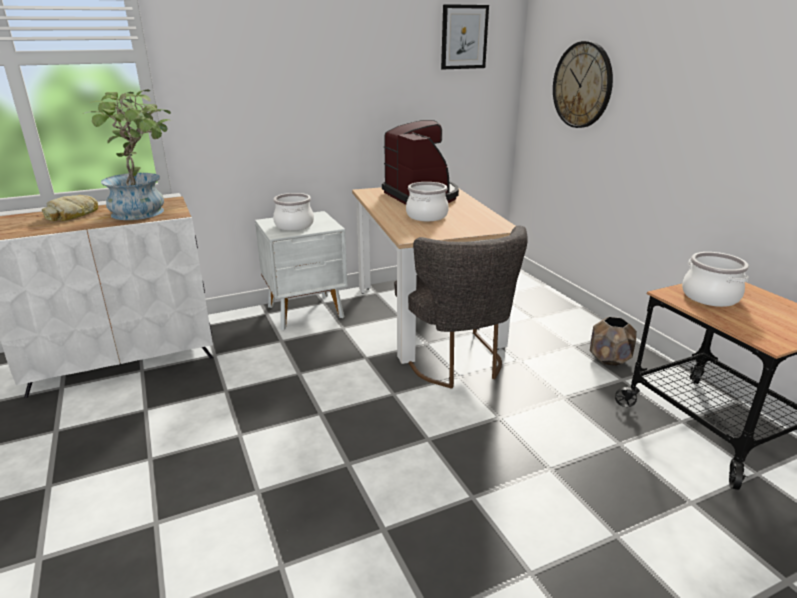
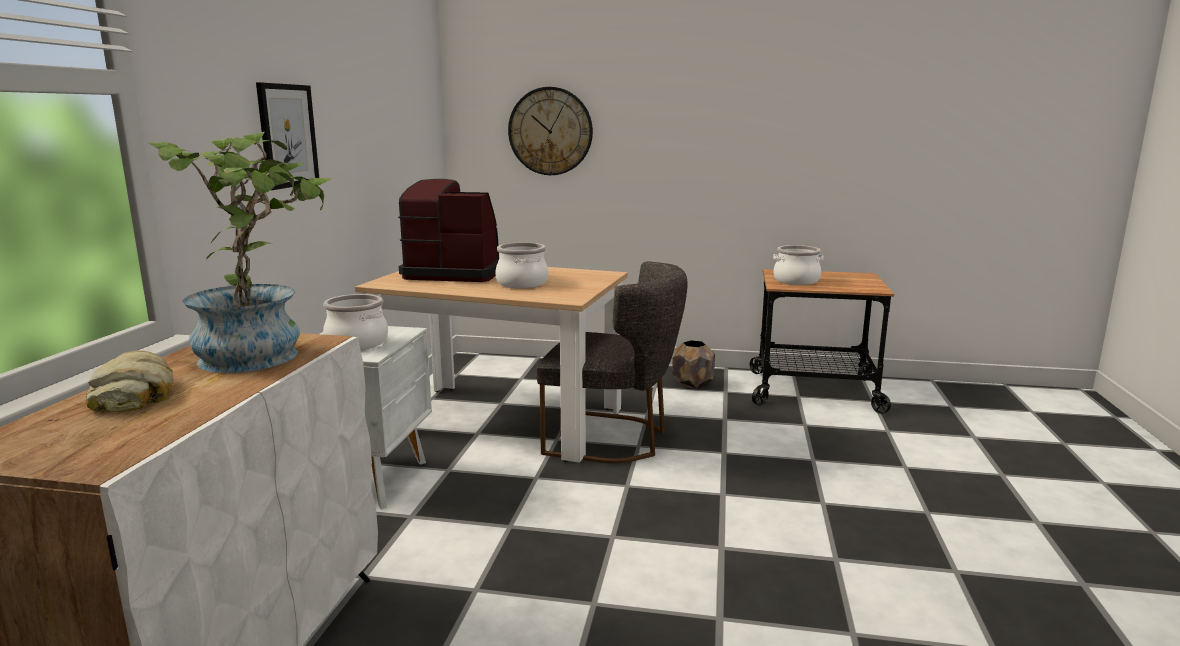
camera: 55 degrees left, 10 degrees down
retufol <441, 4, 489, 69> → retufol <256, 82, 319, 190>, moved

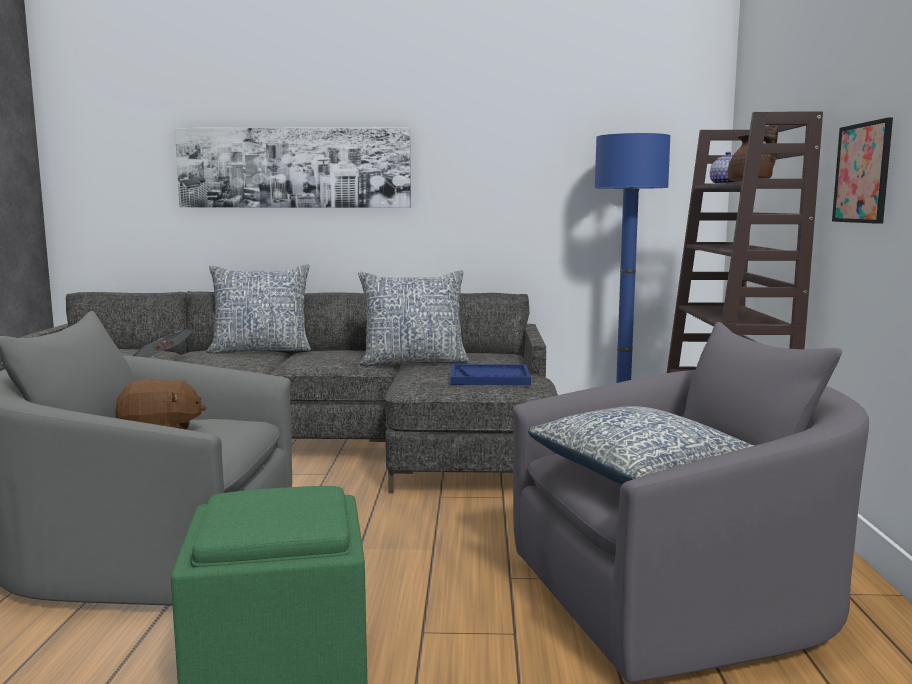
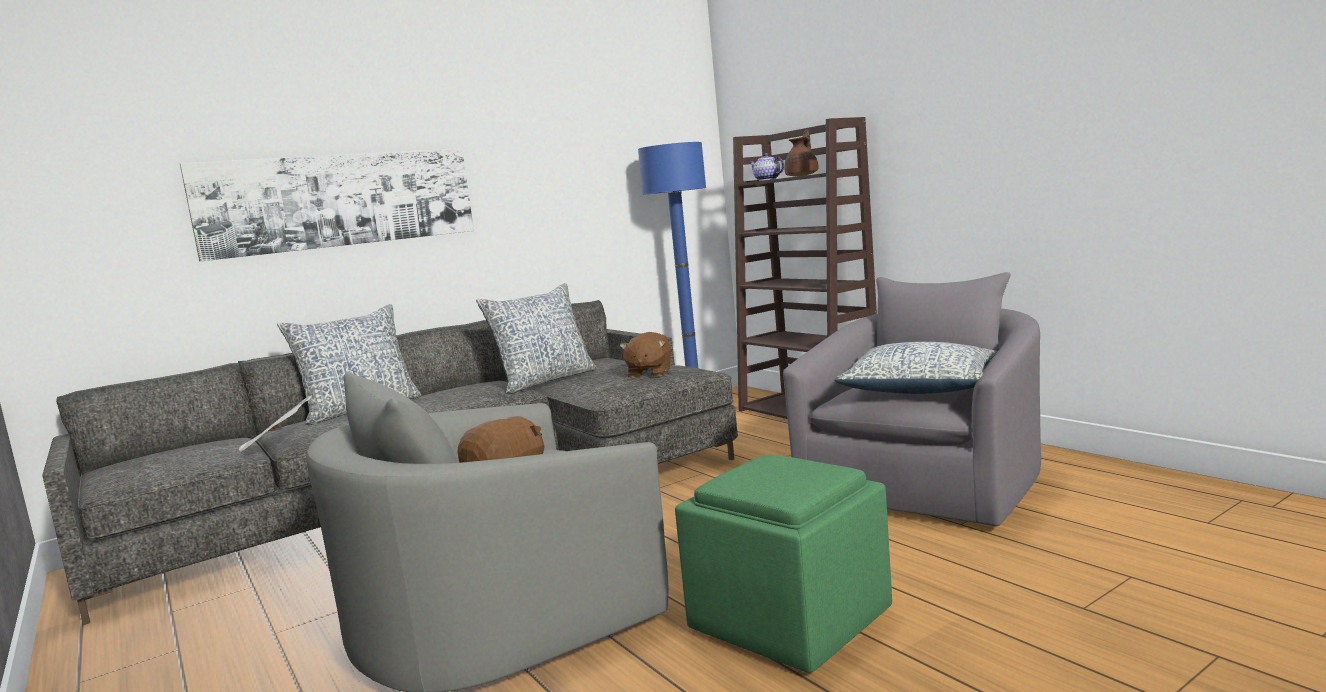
camera: 35 degrees left, 0 degrees up
retufol <832, 117, 893, 224> → -
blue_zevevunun <451, 364, 531, 385> → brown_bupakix <620, 332, 671, 378>

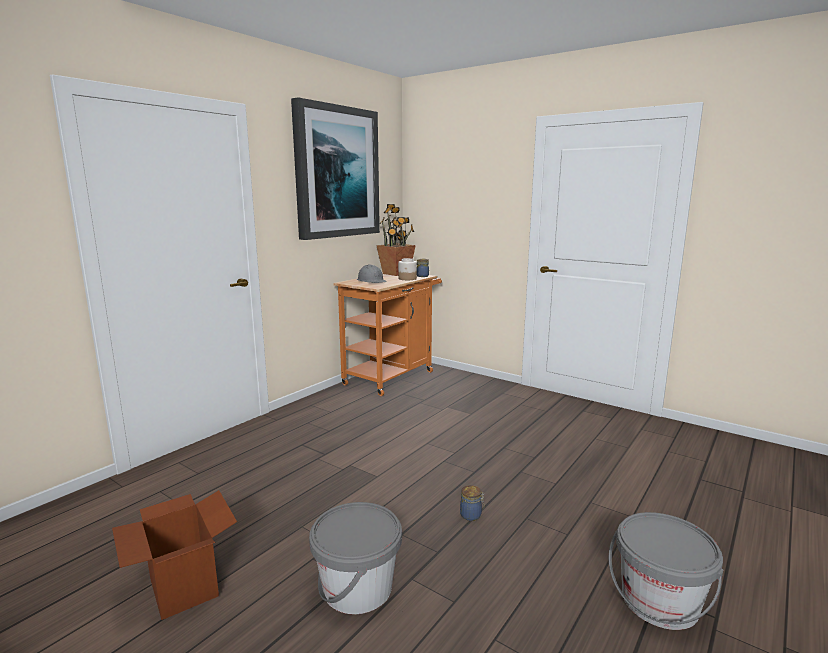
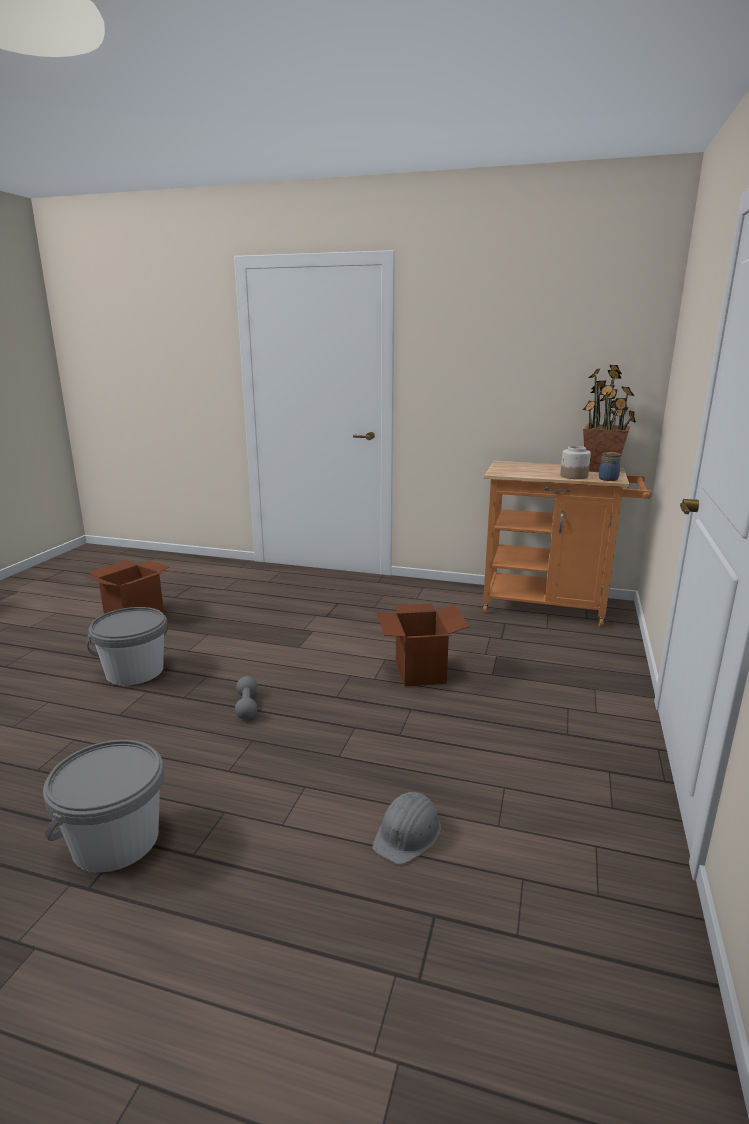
camera: 70 degrees right, 5 degrees up
retufol <291, 97, 380, 240> → -
- → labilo <376, 604, 469, 687>
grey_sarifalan <357, 265, 387, 283> → grey_sarifalan <373, 792, 441, 864>, moved
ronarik <460, 485, 484, 521> → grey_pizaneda <235, 676, 257, 720>

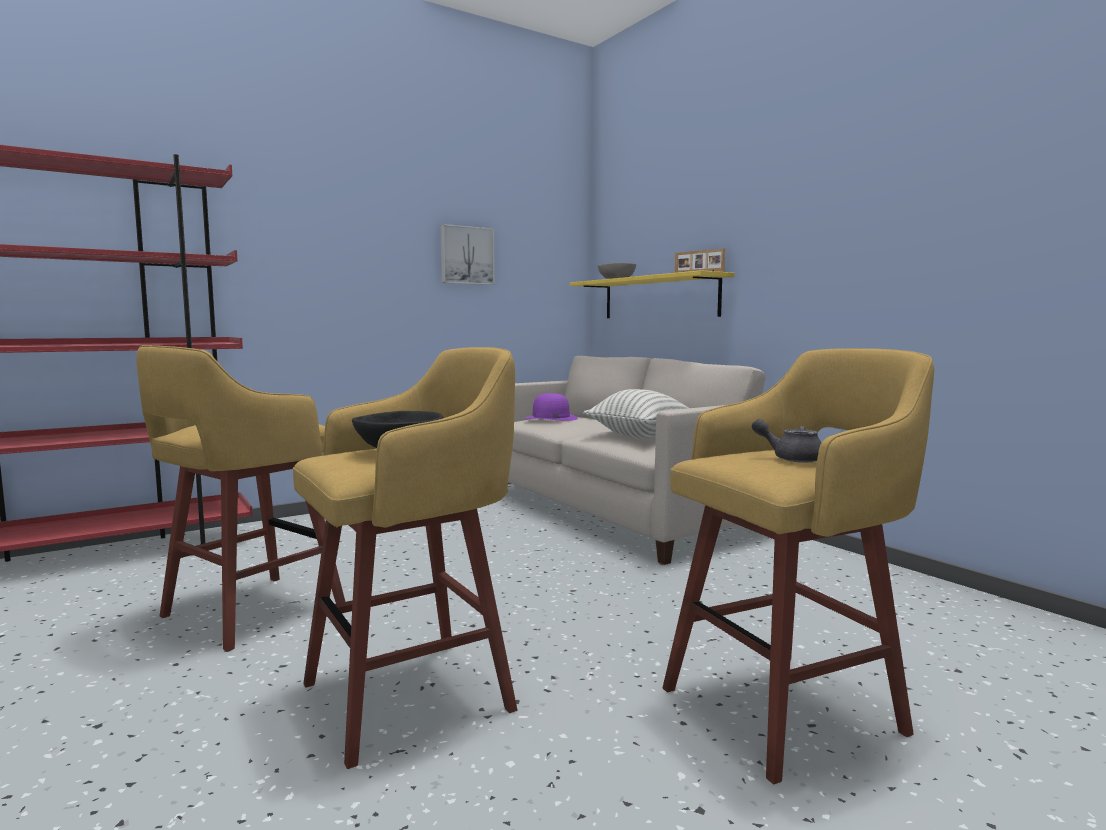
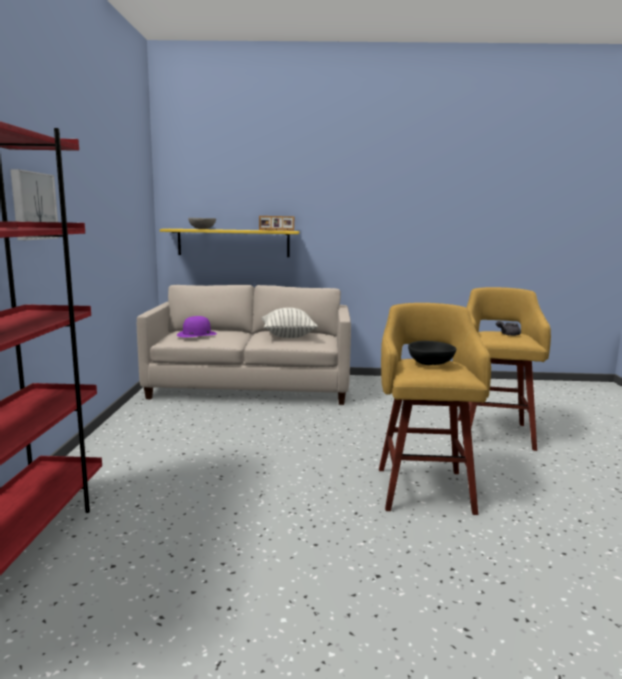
camera: 55 degrees left, 5 degrees up
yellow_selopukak <136, 345, 345, 652> → -
retufol <440, 224, 495, 285> → retufol <10, 169, 59, 240>, moved

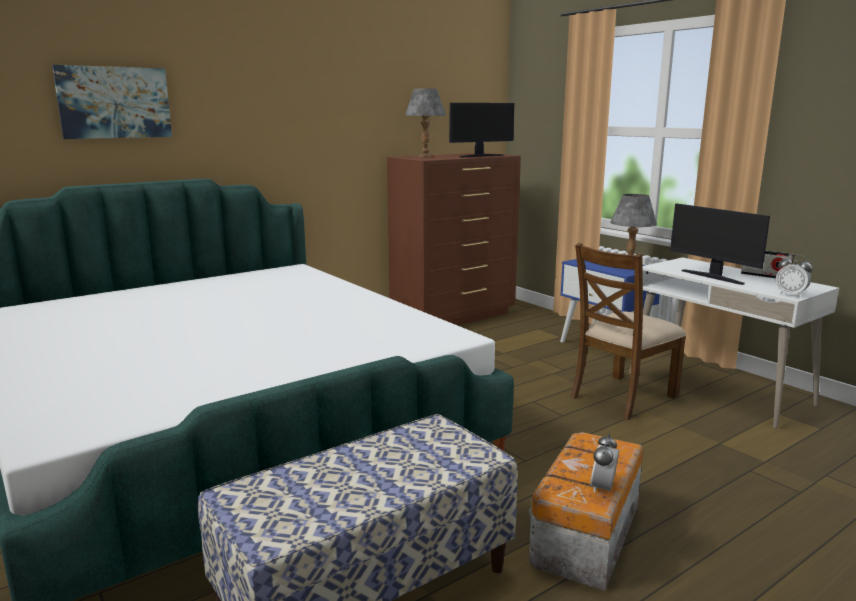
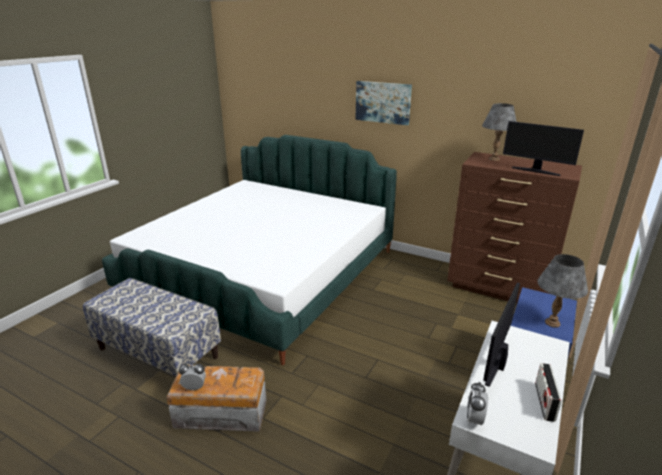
camera: 65 degrees right, 10 degrees up
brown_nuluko <570, 243, 686, 420> → -
retufol <52, 65, 172, 139> → retufol <355, 81, 412, 125>, moved

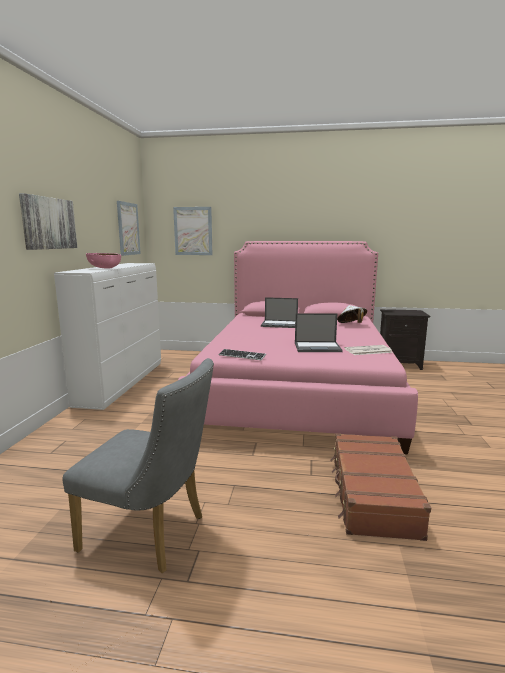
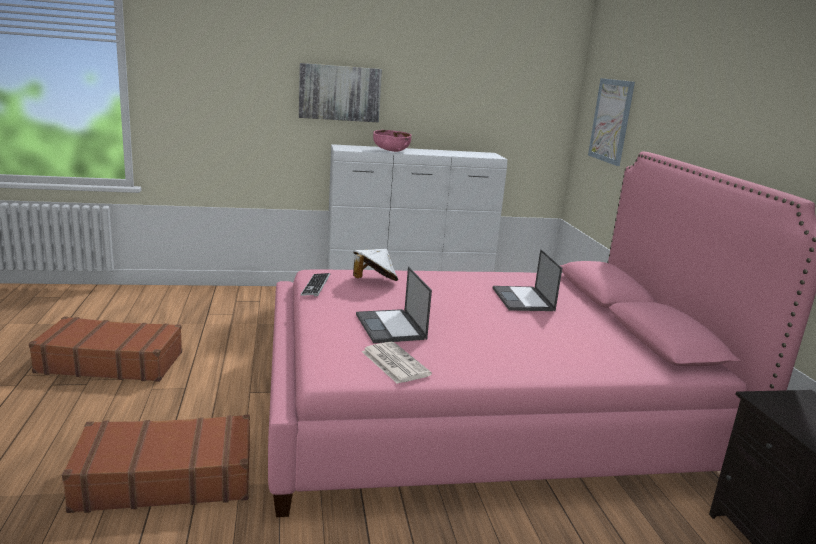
camera: 70 degrees right, 5 degrees up
retufol <117, 201, 141, 256> → -
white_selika <337, 305, 367, 323> → white_selika <353, 249, 398, 281>, moved
grey_nuluko <62, 358, 214, 573> → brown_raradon <29, 317, 182, 382>

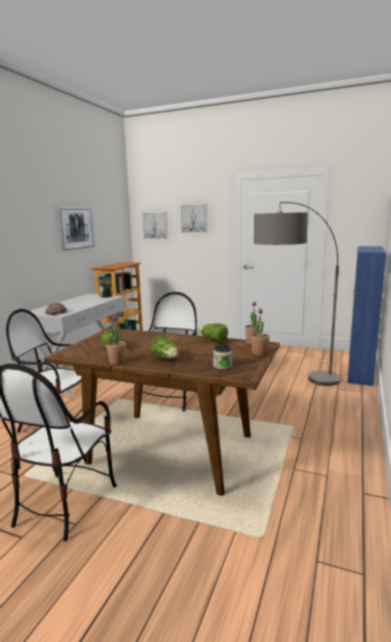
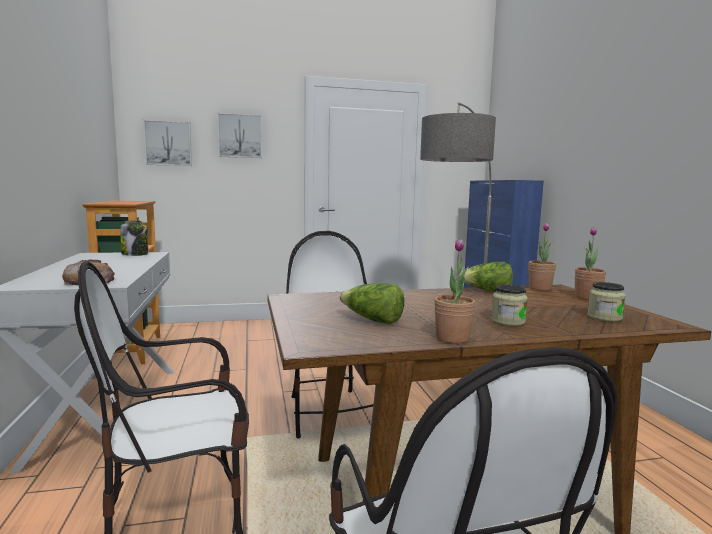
camera: 35 degrees left, 5 degrees down
retufol <57, 206, 95, 251> → -
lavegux <150, 336, 178, 359> → ronarik <491, 284, 528, 326>

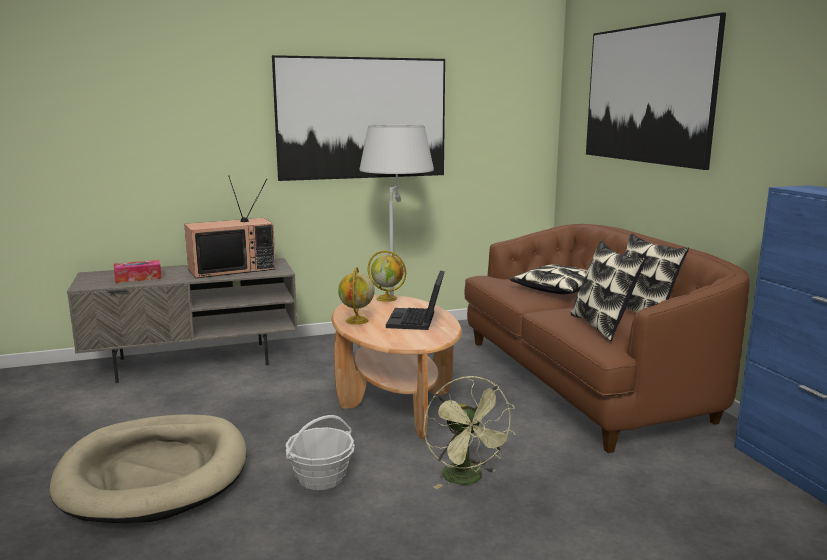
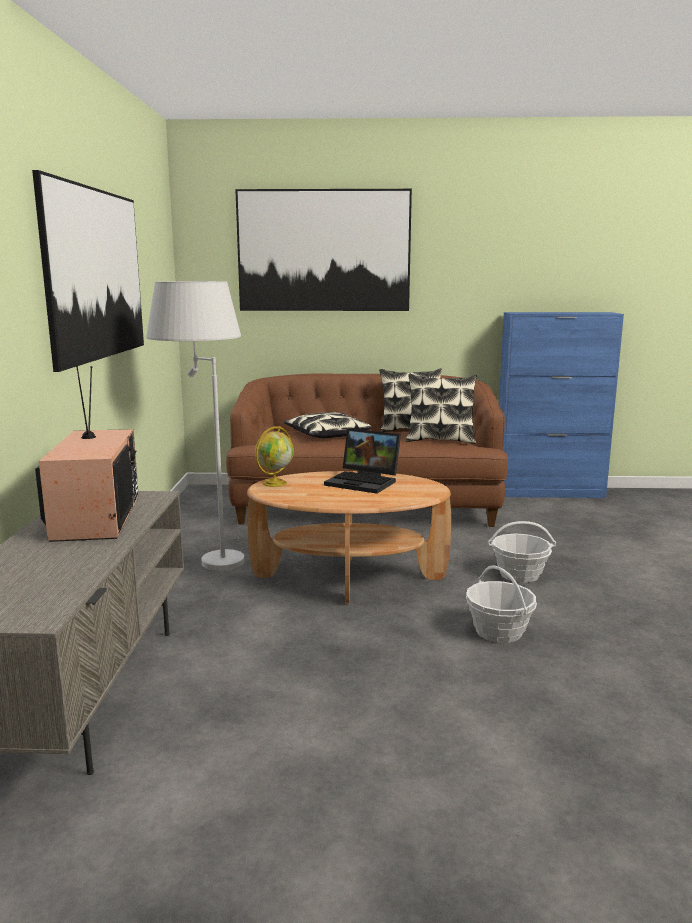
camera: 70 degrees left, 0 degrees up
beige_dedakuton <49, 414, 247, 523> → -
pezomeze <114, 260, 162, 283> → -
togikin <338, 267, 375, 325> → -
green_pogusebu <423, 376, 515, 489> → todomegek <488, 521, 556, 583>

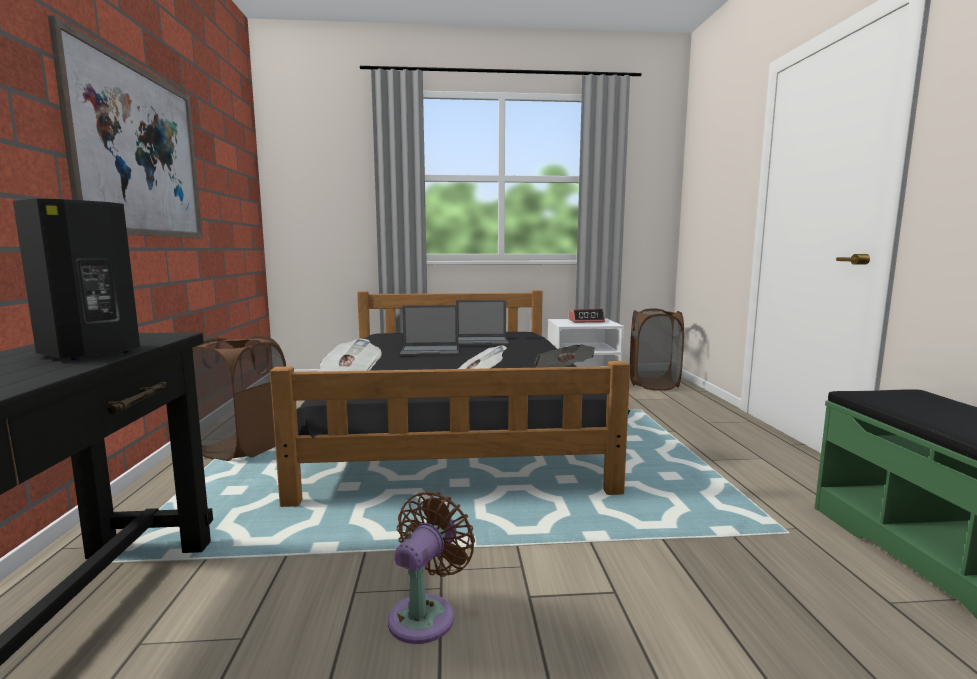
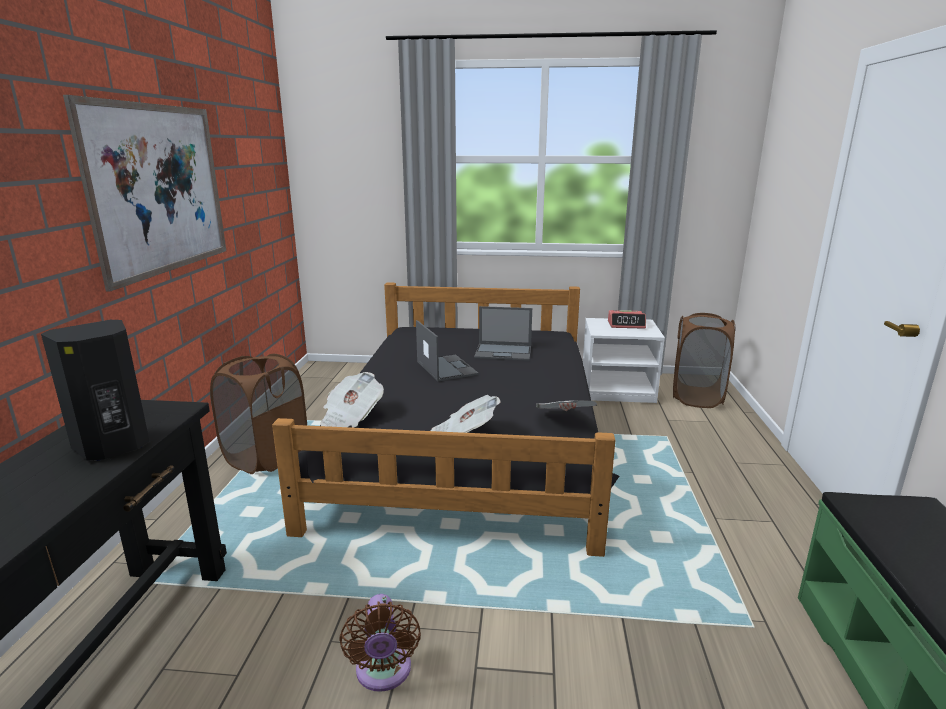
camera: 10 degrees right, 10 degrees up
brown_pogusebu <388, 491, 475, 644> → brown_pogusebu <339, 594, 421, 692>, 135 degrees clockwise
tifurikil <400, 305, 459, 356> → tifurikil <416, 320, 479, 382>, 120 degrees counterclockwise

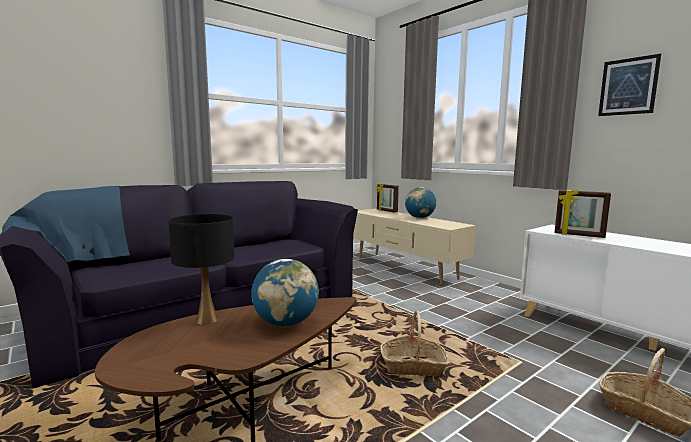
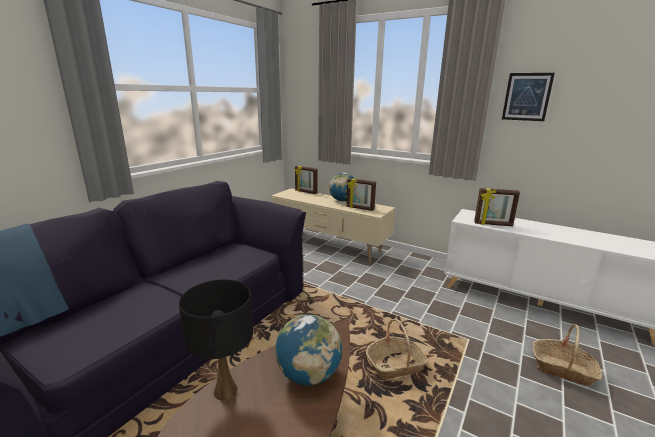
camera: 20 degrees left, 10 degrees up
- → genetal <346, 178, 376, 211>

